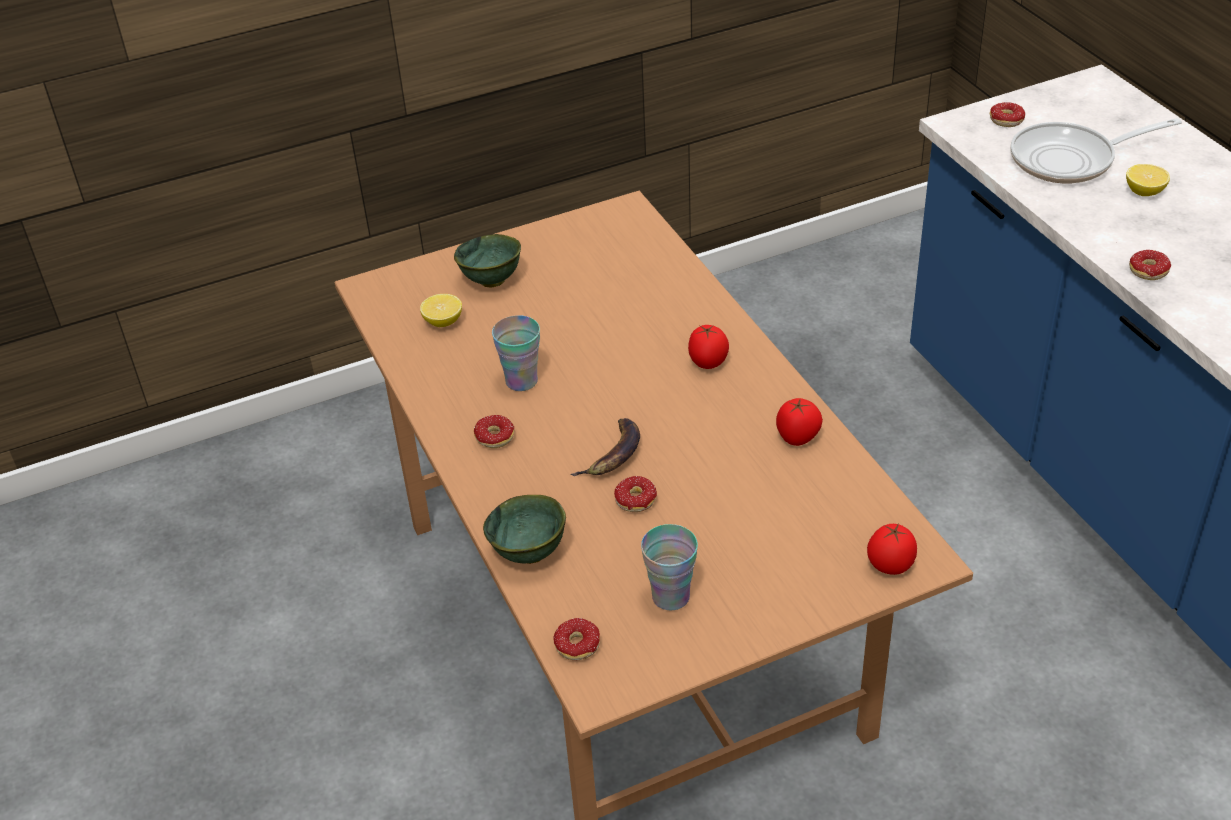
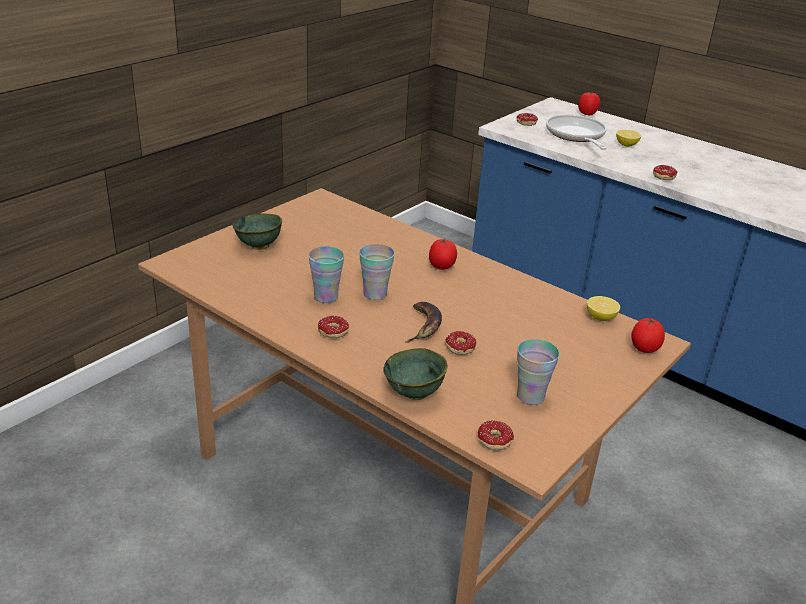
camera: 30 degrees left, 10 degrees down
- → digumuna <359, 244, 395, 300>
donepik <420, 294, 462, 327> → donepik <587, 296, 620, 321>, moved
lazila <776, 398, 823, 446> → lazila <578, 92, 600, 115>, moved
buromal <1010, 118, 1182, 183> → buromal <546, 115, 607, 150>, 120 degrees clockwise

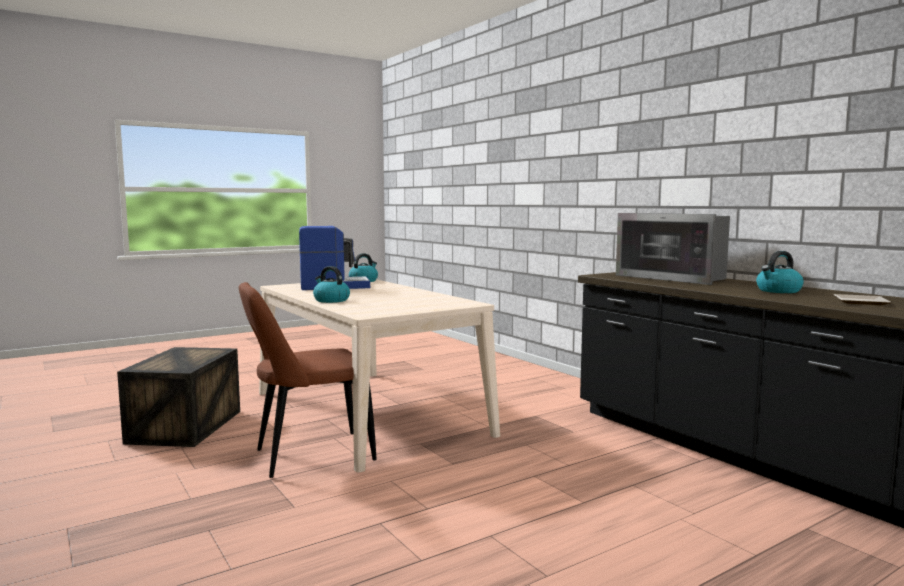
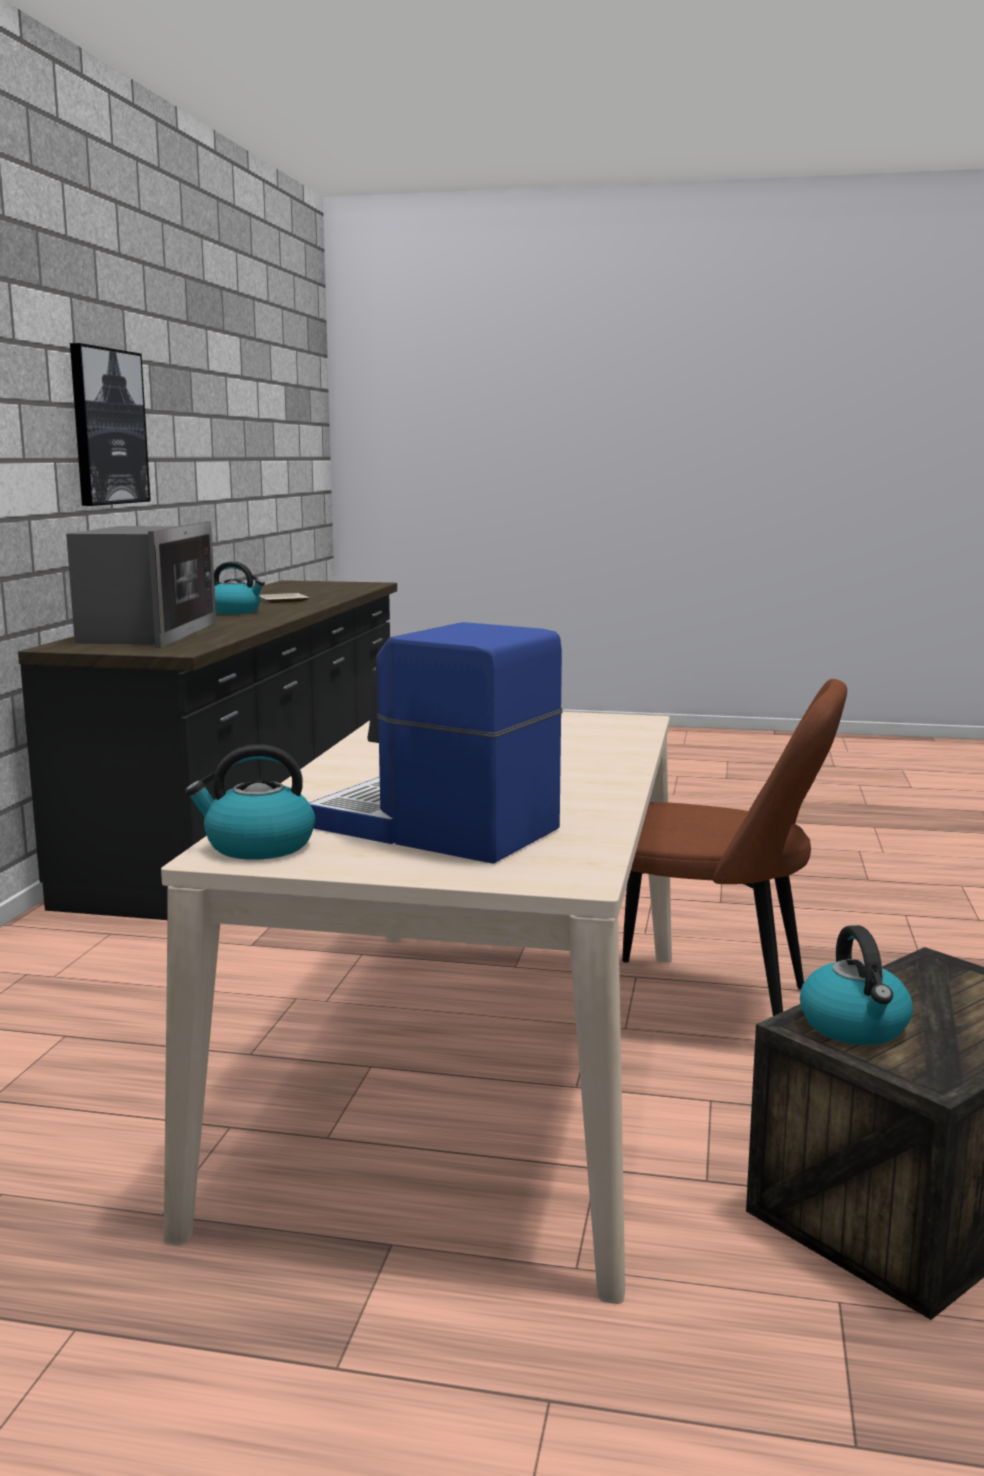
camera: 135 degrees left, 5 degrees up
- → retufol <70, 343, 151, 506>
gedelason <313, 266, 350, 303> → gedelason <800, 925, 912, 1045>, moved

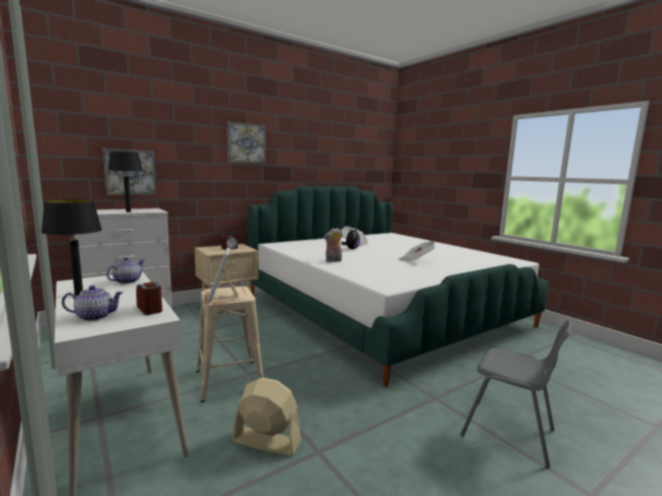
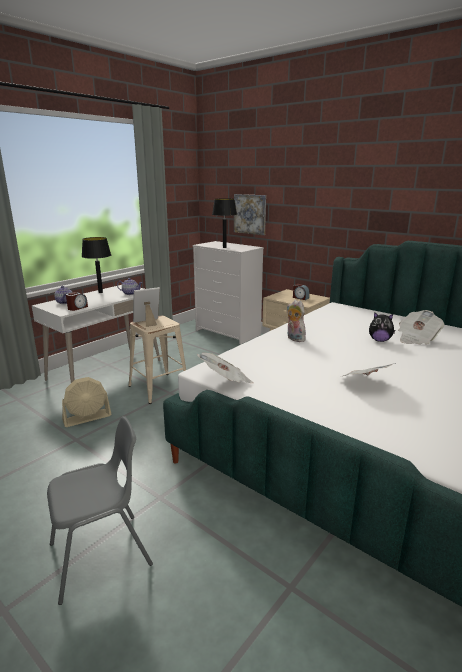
camera: 75 degrees right, 10 degrees up
retufol <227, 121, 265, 164> → -
- → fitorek <197, 353, 254, 383>
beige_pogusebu <232, 378, 301, 456> → beige_pogusebu <62, 377, 112, 427>, 60 degrees clockwise
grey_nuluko <460, 320, 572, 468> → grey_nuluko <47, 416, 153, 605>, 135 degrees counterclockwise

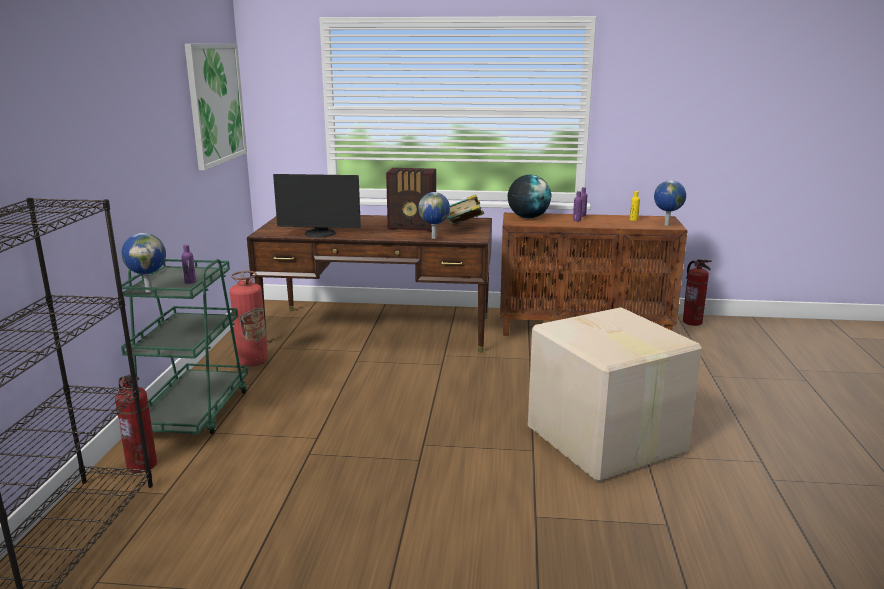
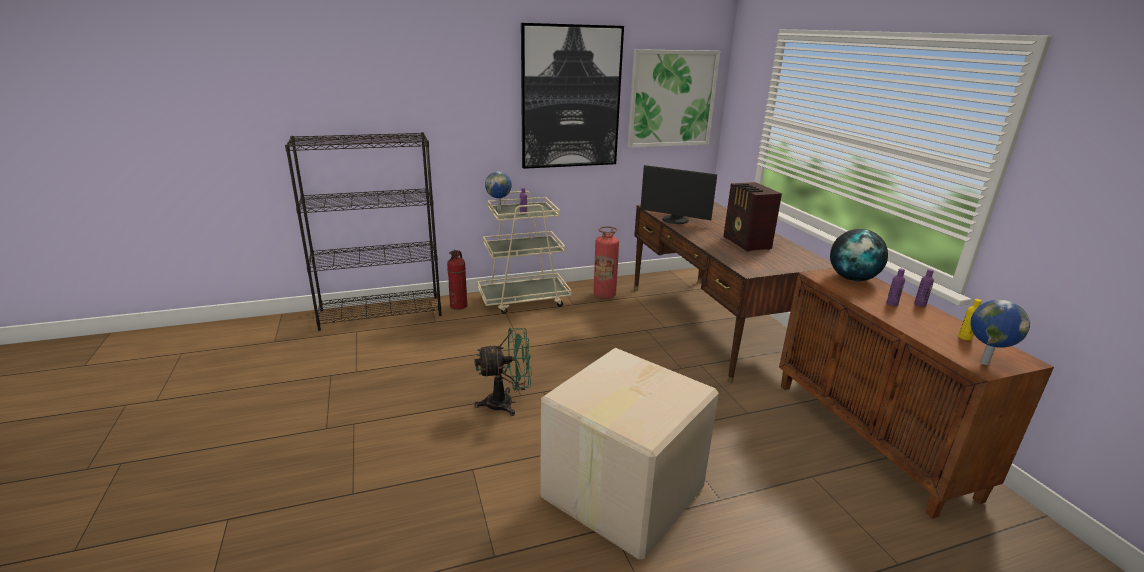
camera: 65 degrees right, 5 degrees up
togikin <418, 192, 450, 239> → -
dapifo <447, 194, 484, 225> → -
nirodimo <683, 259, 711, 326> → -
- → green_pogusebu <474, 328, 532, 416>
- → retufol <521, 23, 624, 169>
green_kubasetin <121, 259, 248, 434> → beige_kubasetin <477, 191, 572, 314>
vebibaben <273, 174, 361, 238> → vebibaben <640, 165, 717, 224>, 45 degrees counterclockwise

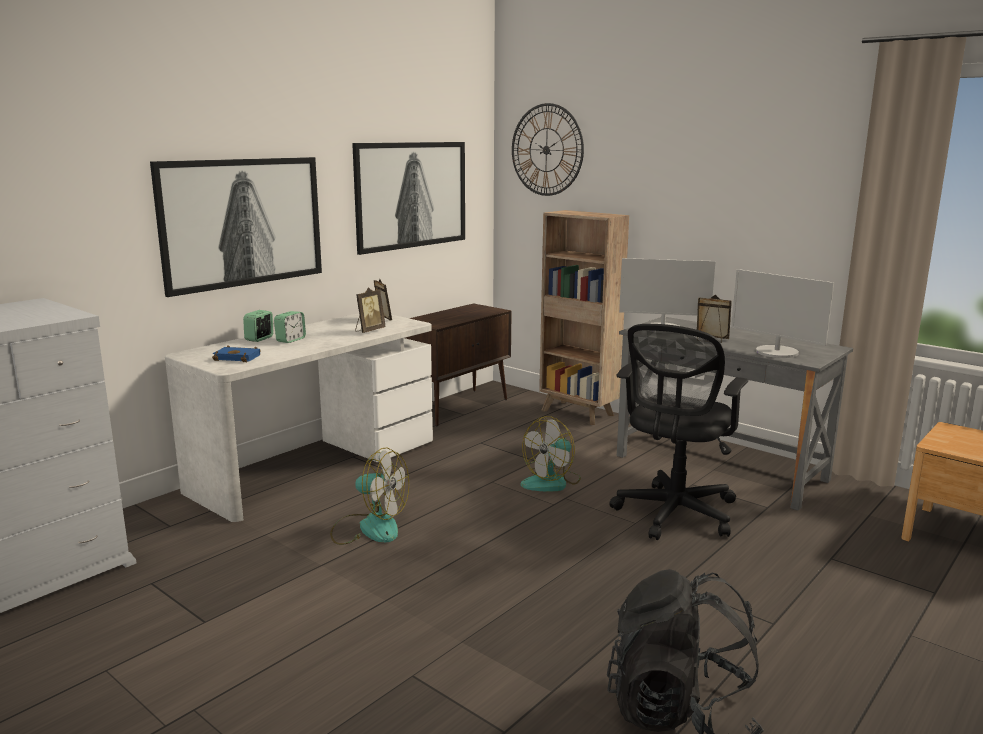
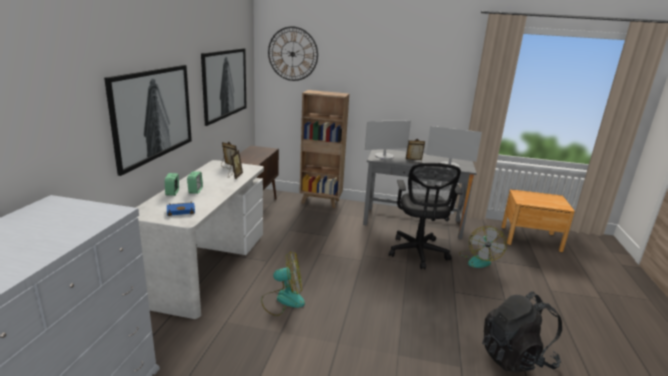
camera: 30 degrees left, 5 degrees up
pogusebu <521, 416, 581, 492> → pogusebu <459, 226, 507, 268>, moved

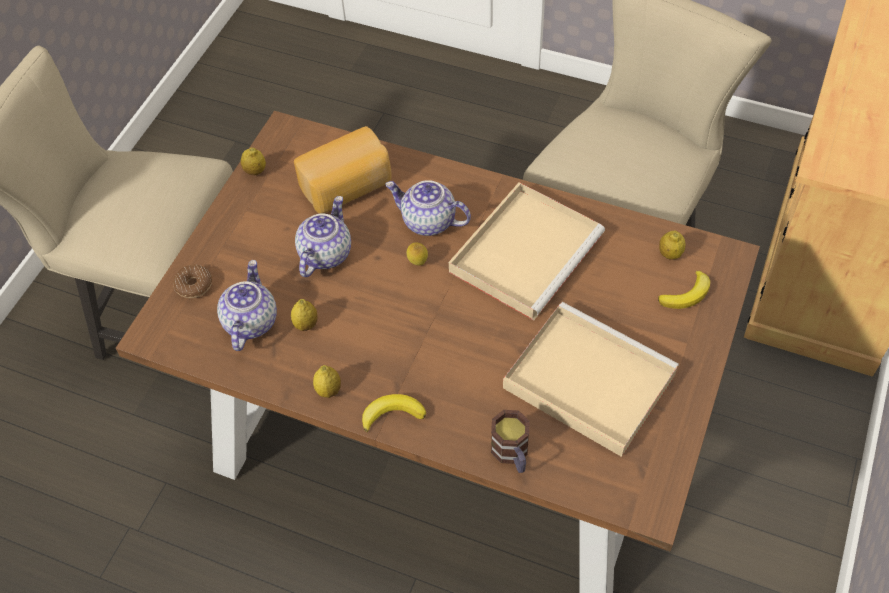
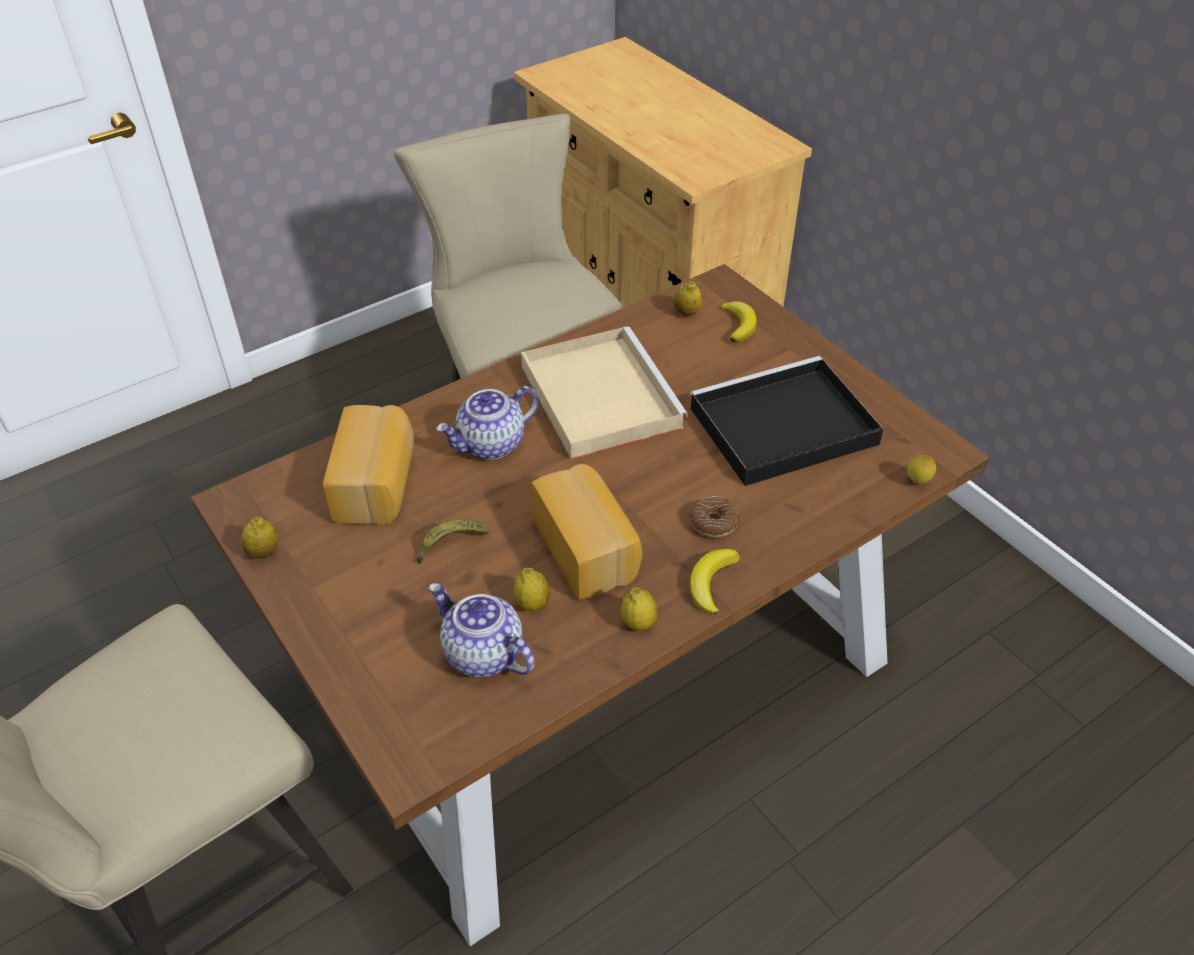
camera: 60 degrees left, 10 degrees down
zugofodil <491, 410, 530, 473> → -
- → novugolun <531, 464, 642, 599>
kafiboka <173, 265, 212, 298> → kafiboka <690, 496, 741, 537>, moved
donepik <407, 243, 428, 265> → donepik <907, 455, 936, 484>, moved
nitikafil <295, 196, 351, 277> → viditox <417, 519, 489, 564>
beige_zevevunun <503, 302, 679, 457> → black_zevevunun <690, 356, 883, 486>

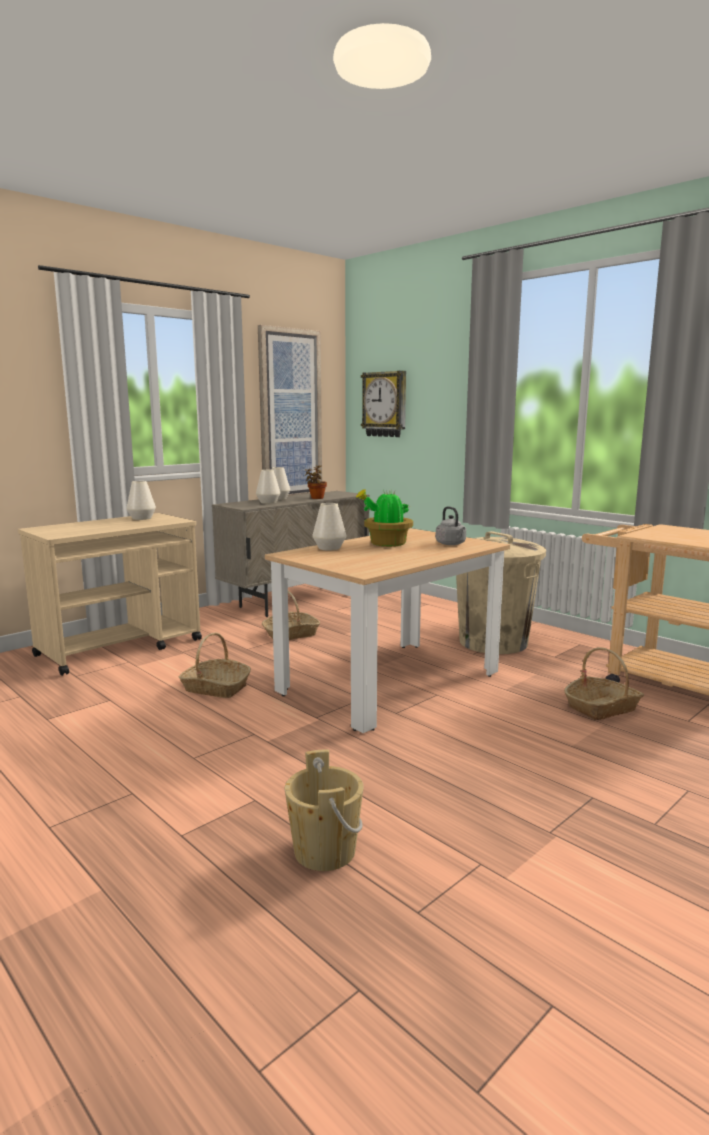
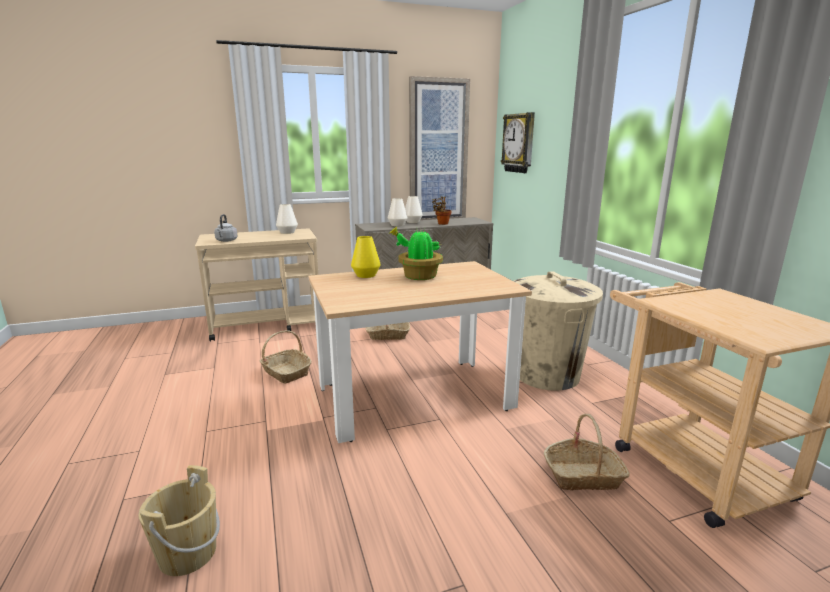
camera: 25 degrees right, 5 degrees up
grey_gedelason <436, 506, 466, 545> → grey_gedelason <214, 214, 238, 242>, moved
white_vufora <312, 503, 346, 550> → yellow_vufora <351, 236, 381, 278>

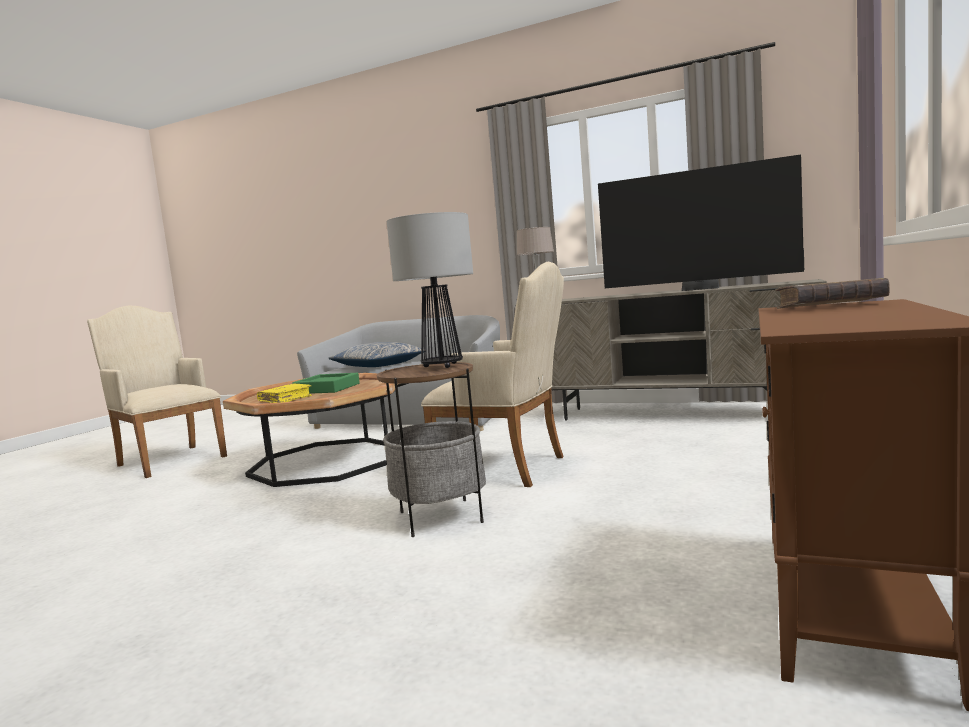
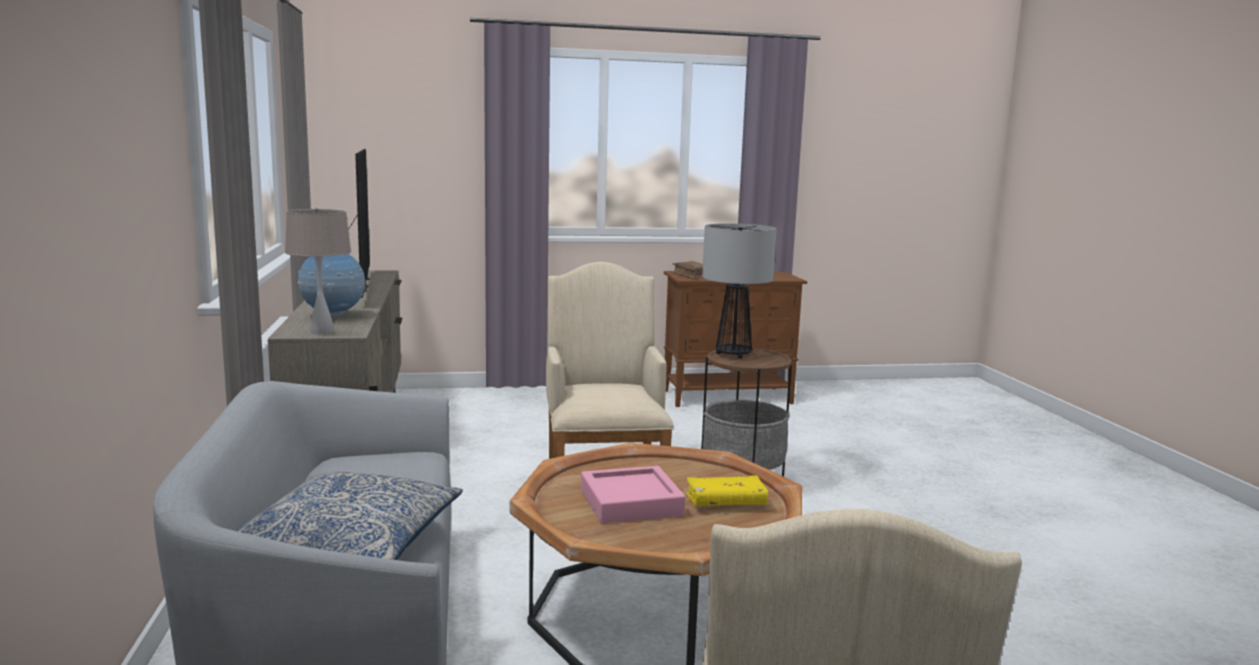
camera: 125 degrees left, 5 degrees up
- → togikin <298, 254, 365, 317>
green_zevevunun <292, 373, 360, 394> → pink_zevevunun <581, 466, 685, 524>

